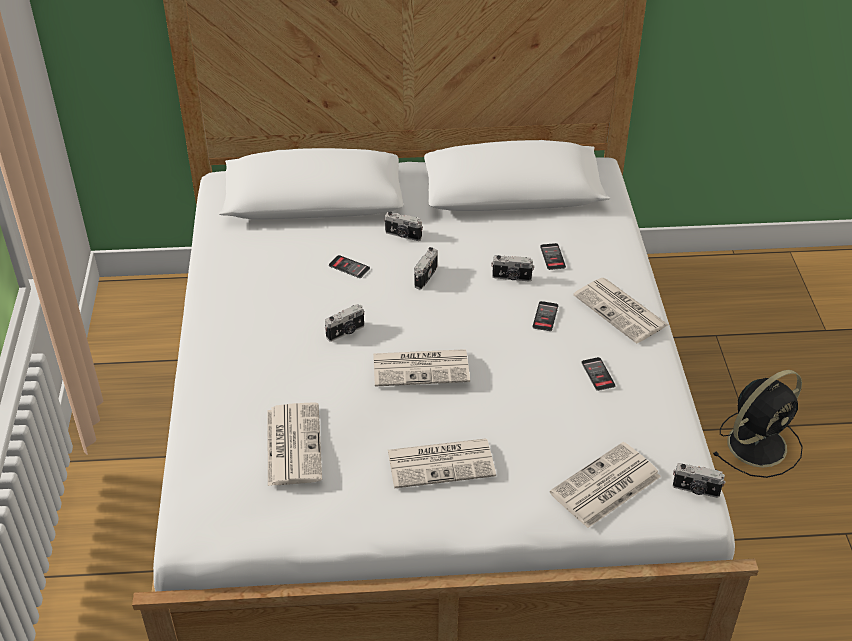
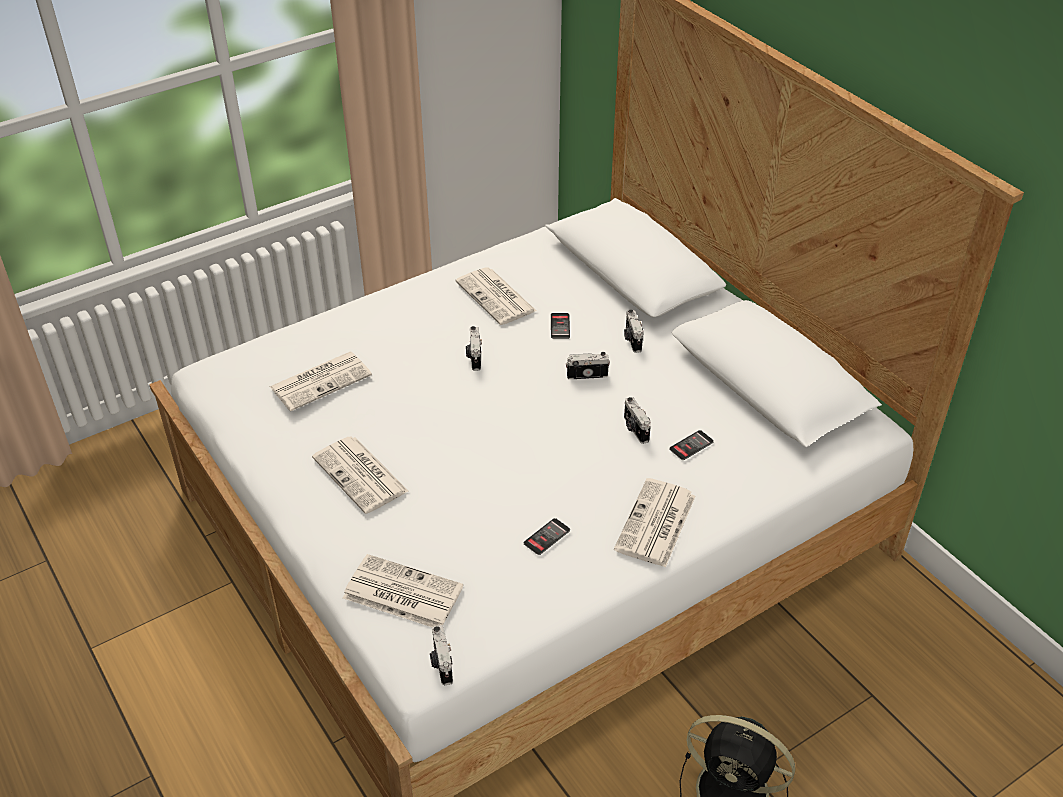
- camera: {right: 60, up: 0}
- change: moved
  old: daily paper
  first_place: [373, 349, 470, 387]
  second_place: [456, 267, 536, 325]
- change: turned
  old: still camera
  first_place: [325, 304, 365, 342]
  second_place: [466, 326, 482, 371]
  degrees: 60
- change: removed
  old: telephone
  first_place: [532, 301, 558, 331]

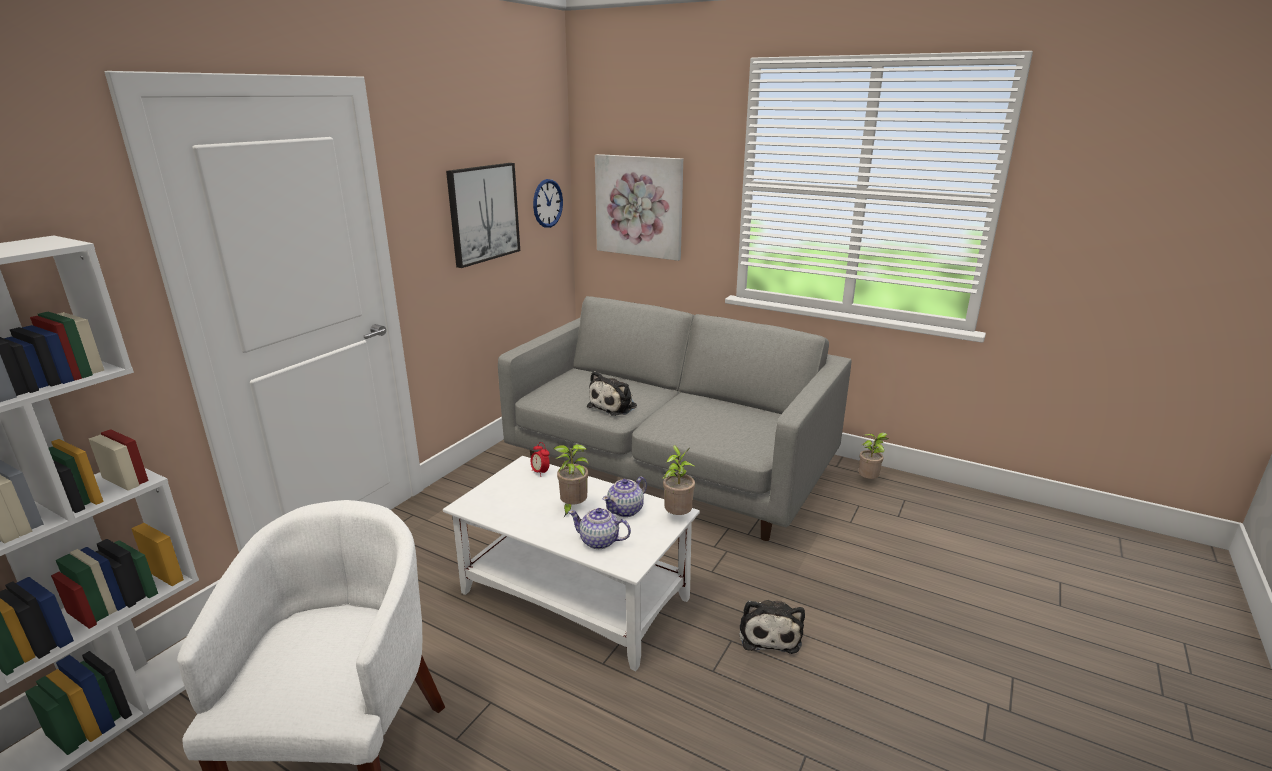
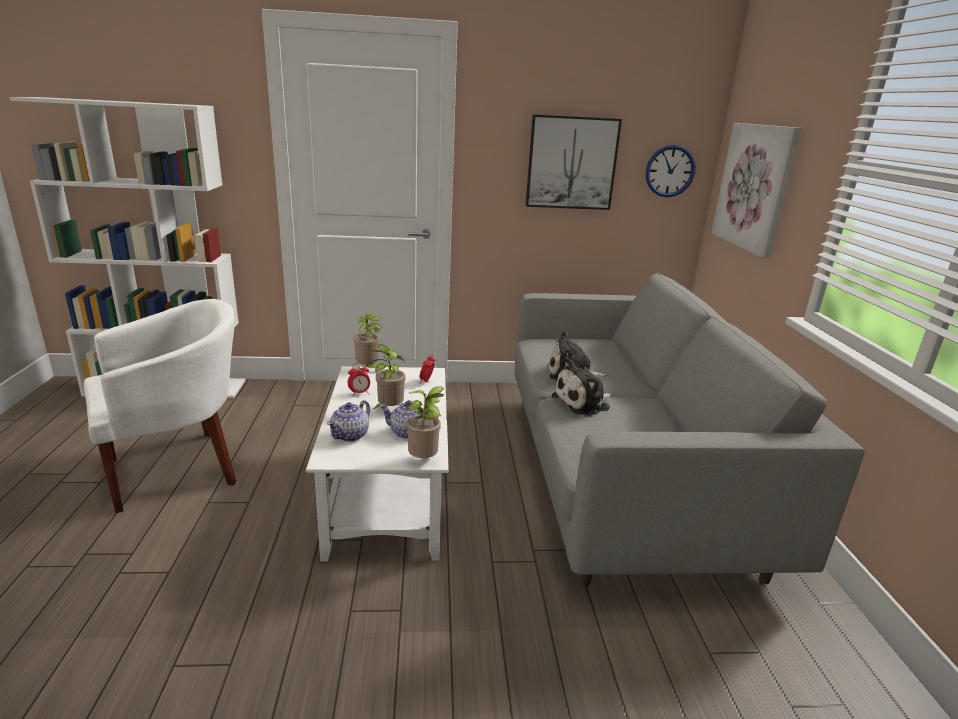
- camera: {right: 55, up: 0}
- change: turned
  old: pot for tea
  first_place: [568, 508, 631, 549]
  second_place: [327, 400, 370, 442]
  degrees: -135
- change: added
  new: bedside clock
  second_place: [348, 363, 370, 396]
- change: moved
  old: potted plant
  first_place: [859, 433, 889, 479]
  second_place: [353, 312, 381, 368]
- change: moved
  old: plush toy
  first_place: [739, 600, 805, 654]
  second_place: [551, 357, 612, 416]

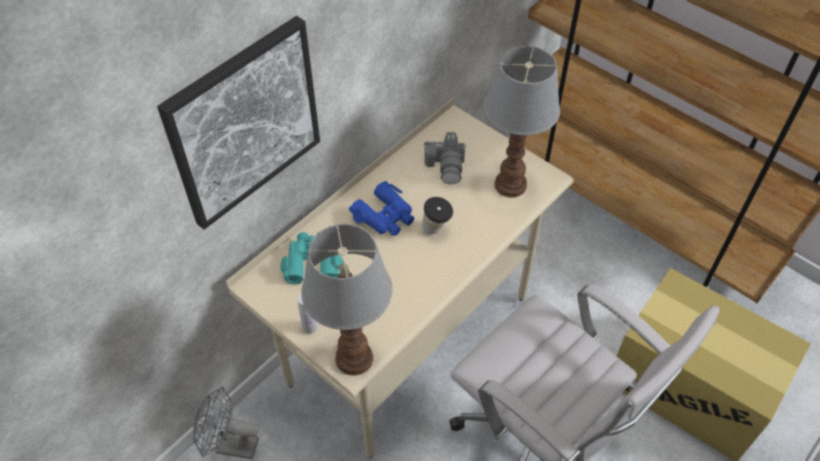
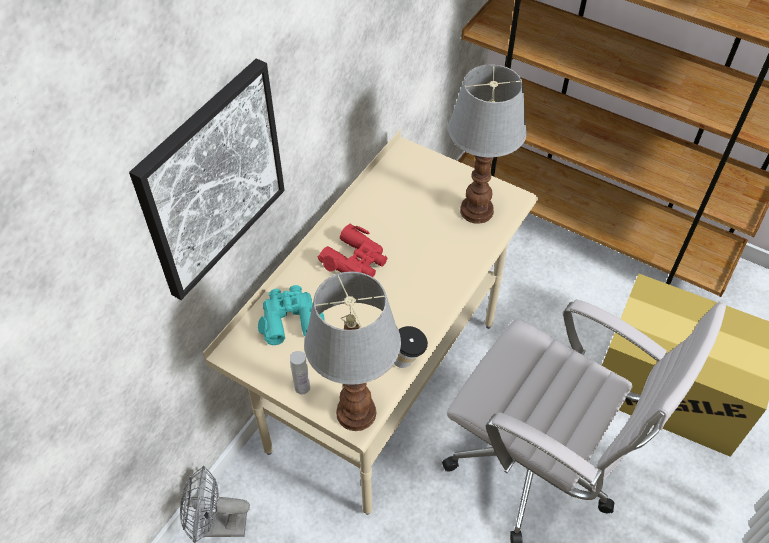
- camera: {right: -10, up: 0}
- change: recoloured
  old: bluish field glasses
  new: red-coloured field glasses
  first_place: [349, 181, 414, 236]
  second_place: [318, 224, 387, 277]
- change: moved
  old: cup
  first_place: [422, 197, 453, 234]
  second_place: [394, 326, 428, 368]
- change: removed
  old: still camera
  first_place: [424, 132, 466, 184]

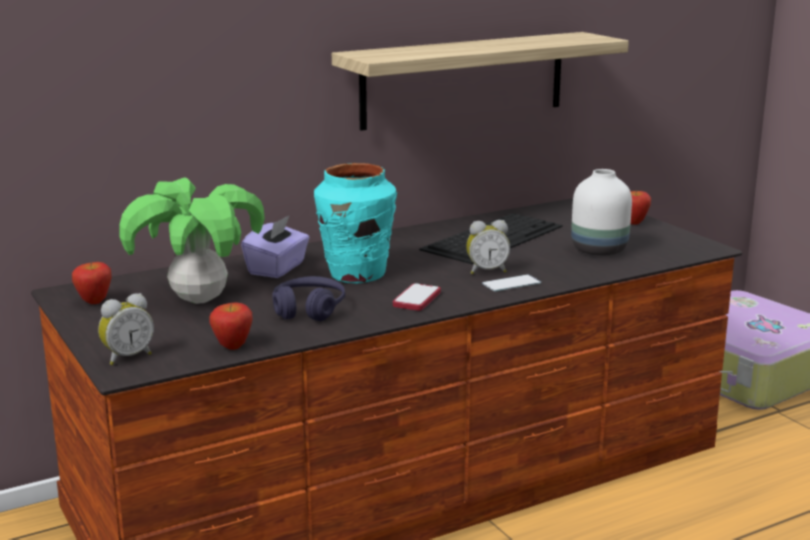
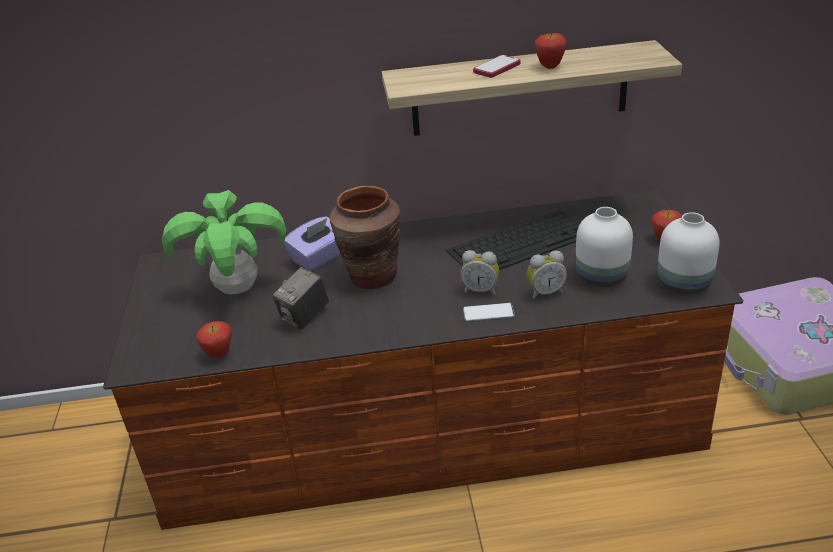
- camera: {right: 25, up: 15}
- change: replaced
  old: purplish pair of headphones
  new: still camera
  first_place: [272, 276, 345, 321]
  second_place: [272, 267, 329, 330]
- change: recoloured
  old: turquoise decorative vase
  new: brown decorative vase
  first_place: [314, 163, 397, 283]
  second_place: [330, 186, 401, 289]
- change: moved
  old: telephone
  first_place: [393, 283, 441, 311]
  second_place: [473, 55, 520, 78]
- change: moved
  old: bedside clock
  first_place: [98, 293, 154, 365]
  second_place: [526, 251, 567, 300]
- change: moved
  old: apple fruit
  first_place: [72, 262, 112, 304]
  second_place: [535, 33, 567, 69]
- change: added
  new: white-coloured decorative vase
  second_place: [657, 212, 720, 295]

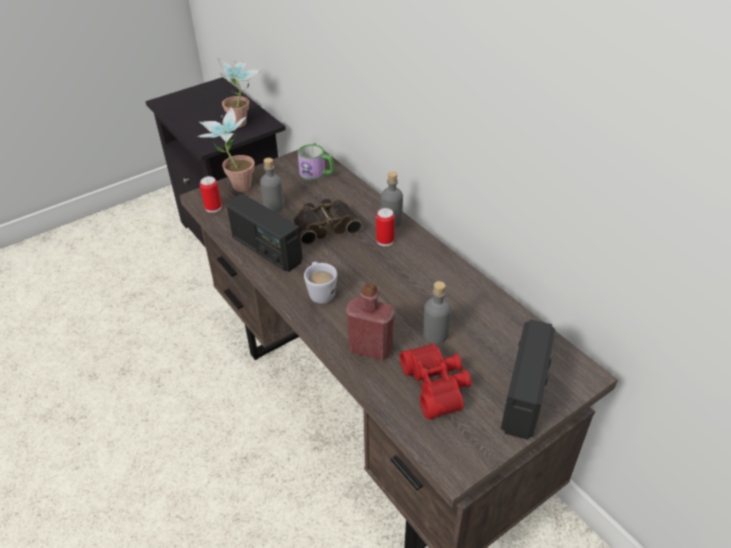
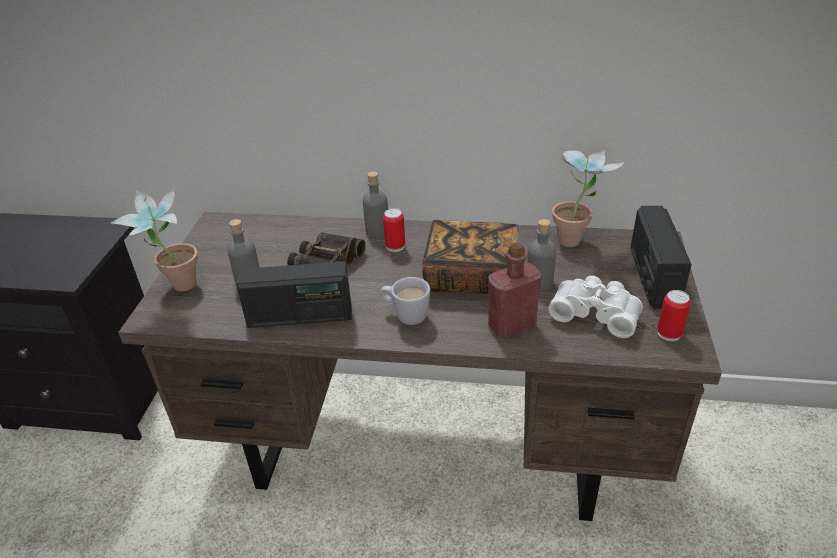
- camera: {right: -45, up: -5}
- change: added
  new: bound book
  second_place: [422, 220, 519, 294]
- change: recoloured
  old: red-coloured field glasses
  new: white-coloured field glasses
  first_place: [400, 343, 471, 420]
  second_place: [548, 276, 643, 338]
- change: moved
  old: potted plant
  first_place: [217, 57, 261, 128]
  second_place: [552, 149, 624, 247]
- change: turned
  old: radio set
  first_place: [501, 319, 555, 440]
  second_place: [630, 206, 692, 309]
  degrees: -150
- change: moved
  old: sealed can
  first_place: [200, 176, 222, 213]
  second_place: [657, 290, 691, 341]
- change: removed
  old: coffee mug
  first_place: [298, 144, 334, 180]

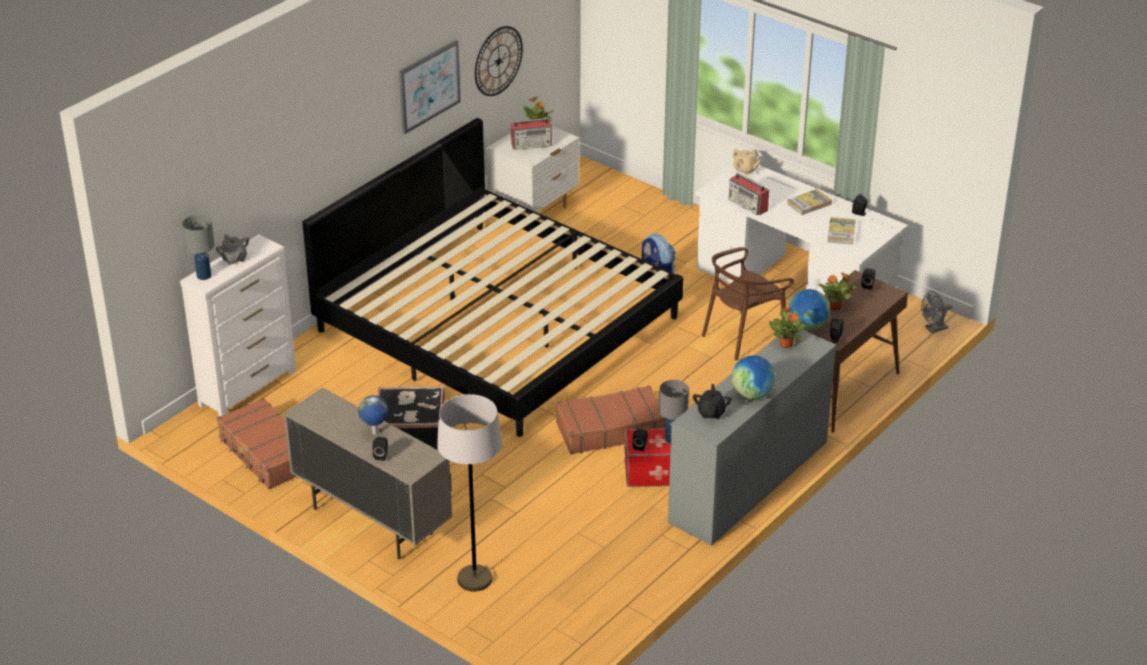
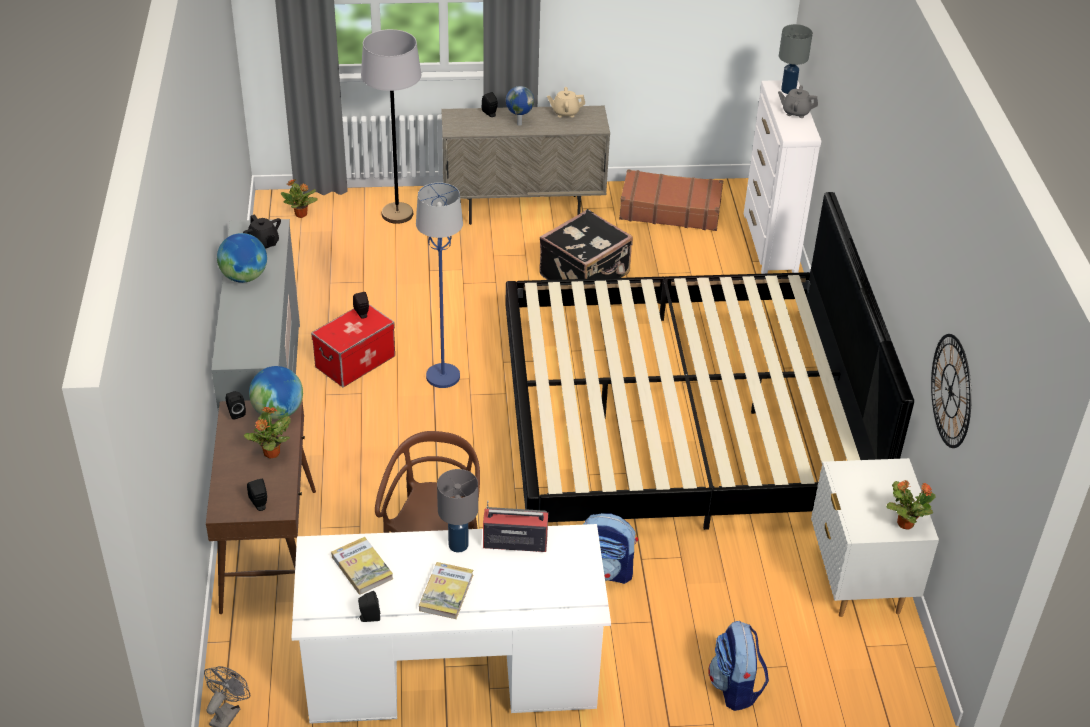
- camera: {right: 135, up: 5}
- change: moved
  old: potted plant
  first_place: [769, 307, 804, 348]
  second_place: [281, 179, 318, 218]
- change: replaced
  old: brown travel case
  new: bluish standing lamp
  first_place: [556, 385, 666, 454]
  second_place: [416, 182, 463, 388]
- change: moved
  old: gray table lamp
  first_place: [659, 380, 689, 444]
  second_place: [437, 469, 478, 552]
- change: moved
  old: beige-coloured pot for tea
  first_place: [732, 149, 761, 175]
  second_place: [547, 87, 585, 118]
- change: added
  new: rucksack
  second_place: [708, 621, 769, 711]
- change: removed
  old: wall picture
  first_place: [399, 40, 461, 134]
- change: removed
  old: radio set
  first_place: [511, 118, 552, 150]

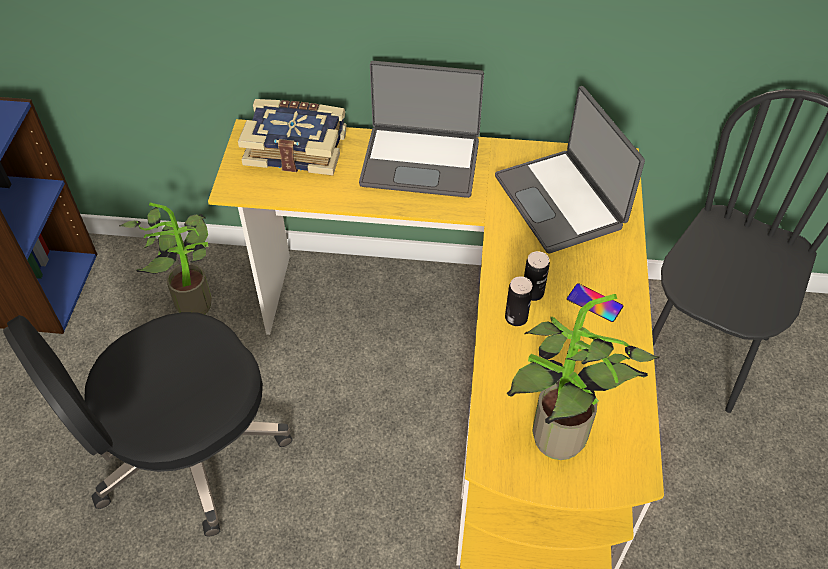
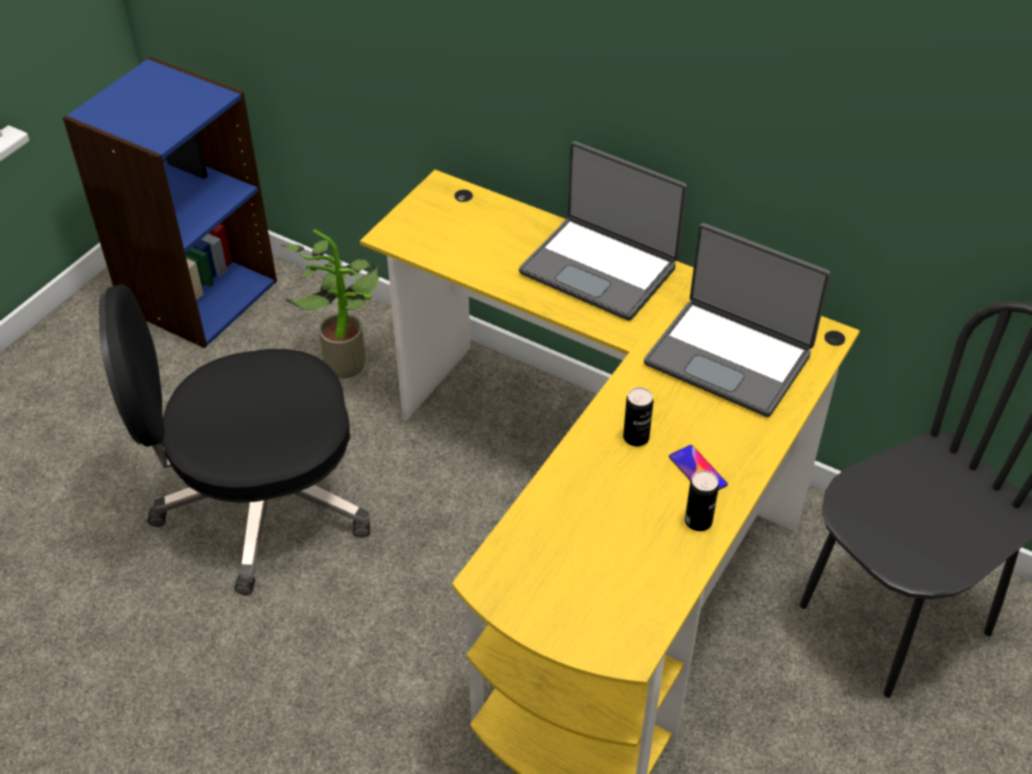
- camera: {right: 25, up: -5}
- change: turned
  old: notebook computer
  first_place: [495, 86, 645, 254]
  second_place: [644, 223, 831, 417]
  degrees: -60
- change: moved
  old: sealed can
  first_place: [505, 276, 533, 326]
  second_place: [685, 470, 719, 531]
- change: removed
  old: bound book
  first_place: [238, 99, 347, 176]
- change: removed
  old: potted plant
  first_place: [507, 294, 660, 460]

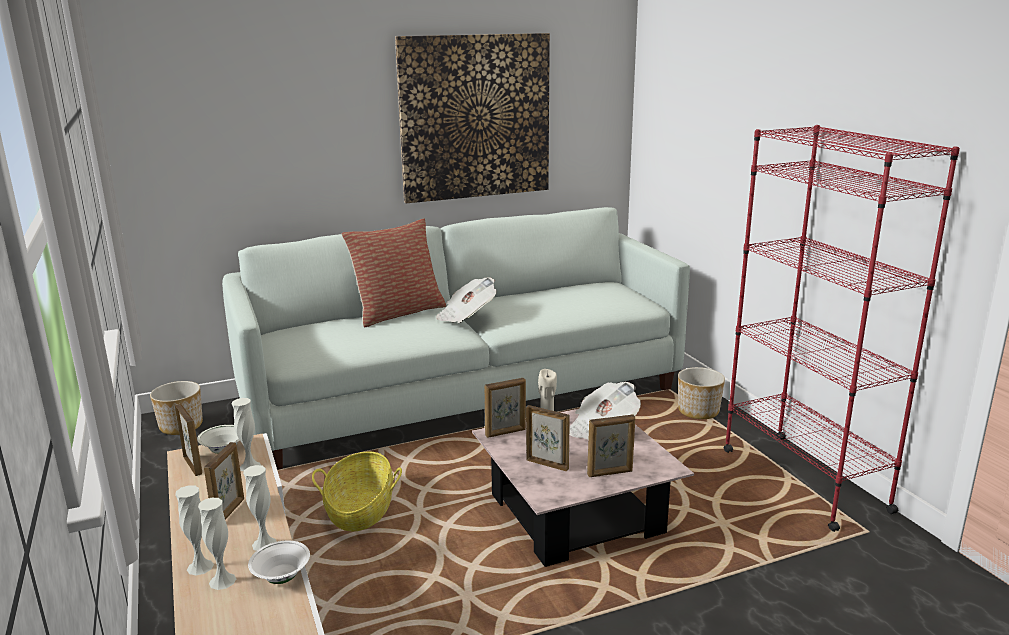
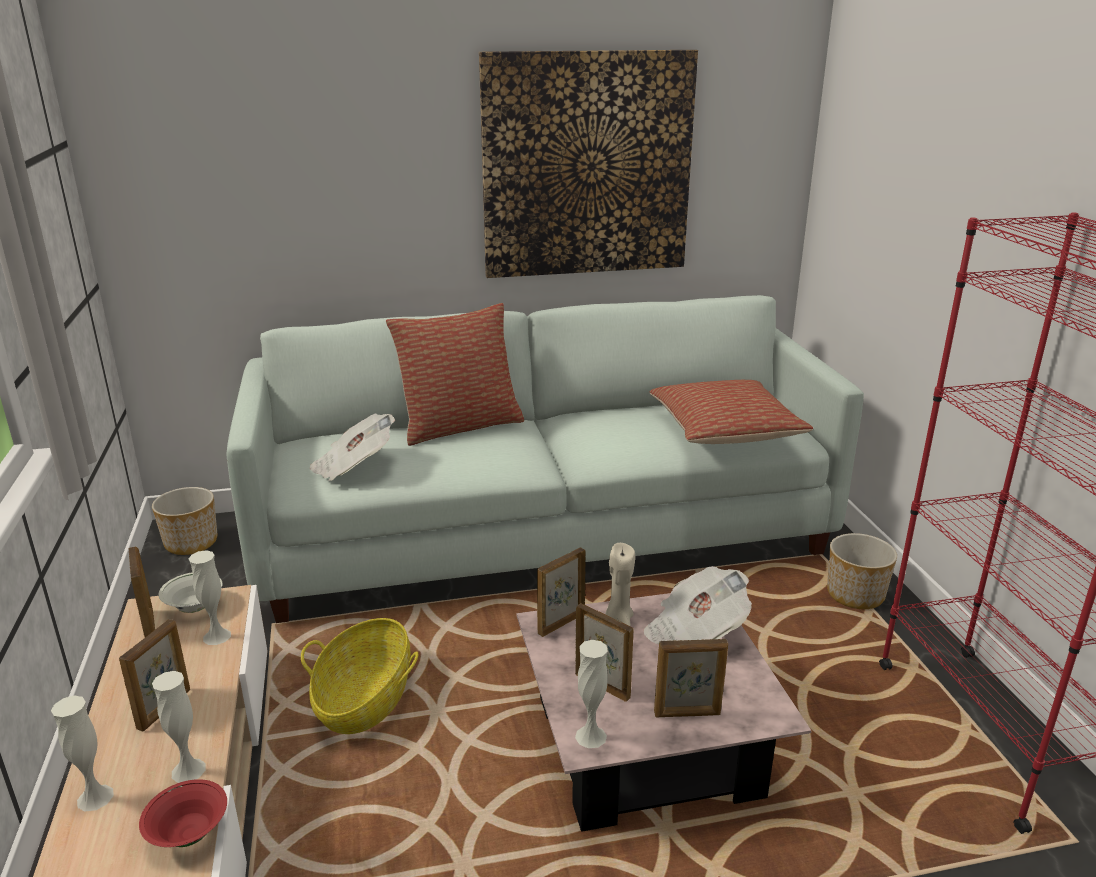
- camera: {right: 10, up: 5}
- change: recoloured
  old: white-coloured deep dish
  new: red-coloured deep dish
  first_place: [248, 540, 310, 584]
  second_place: [139, 779, 227, 847]
- change: moved
  old: daily paper
  first_place: [436, 277, 497, 323]
  second_place: [310, 414, 395, 481]
- change: turned
  old: standing frame
  first_place: [484, 378, 526, 438]
  second_place: [537, 547, 586, 637]
  degrees: 150
- change: moved
  old: white-coloured decorative vase
  first_place: [198, 498, 236, 590]
  second_place: [575, 640, 608, 748]
- change: added
  new: pillow
  second_place: [649, 380, 813, 444]

